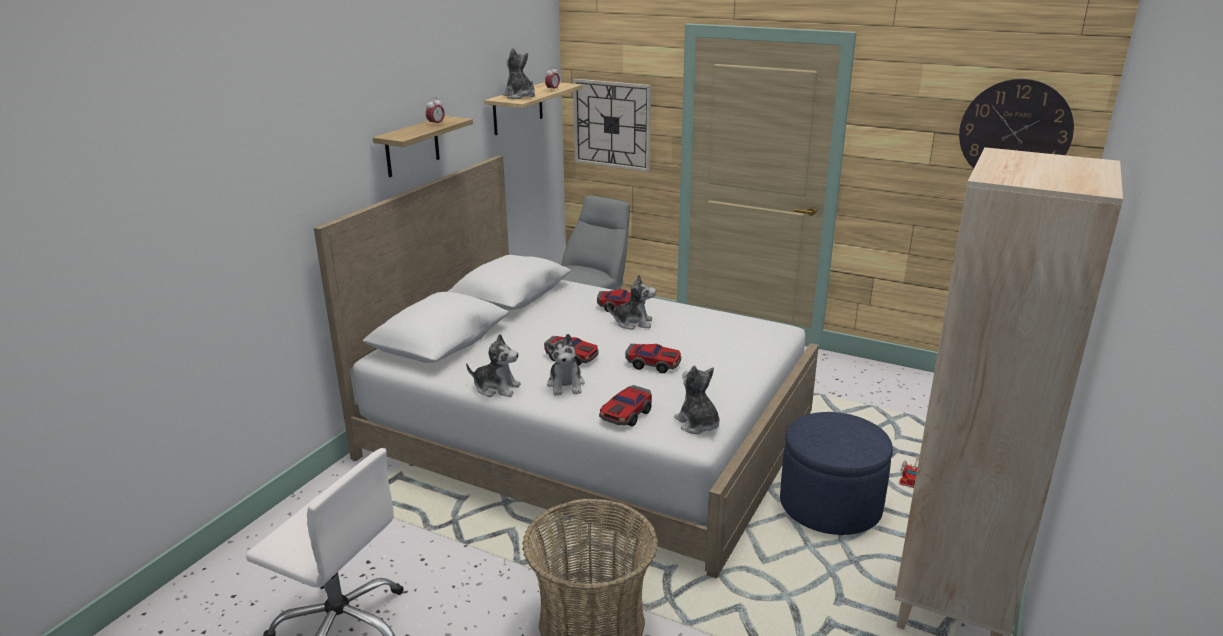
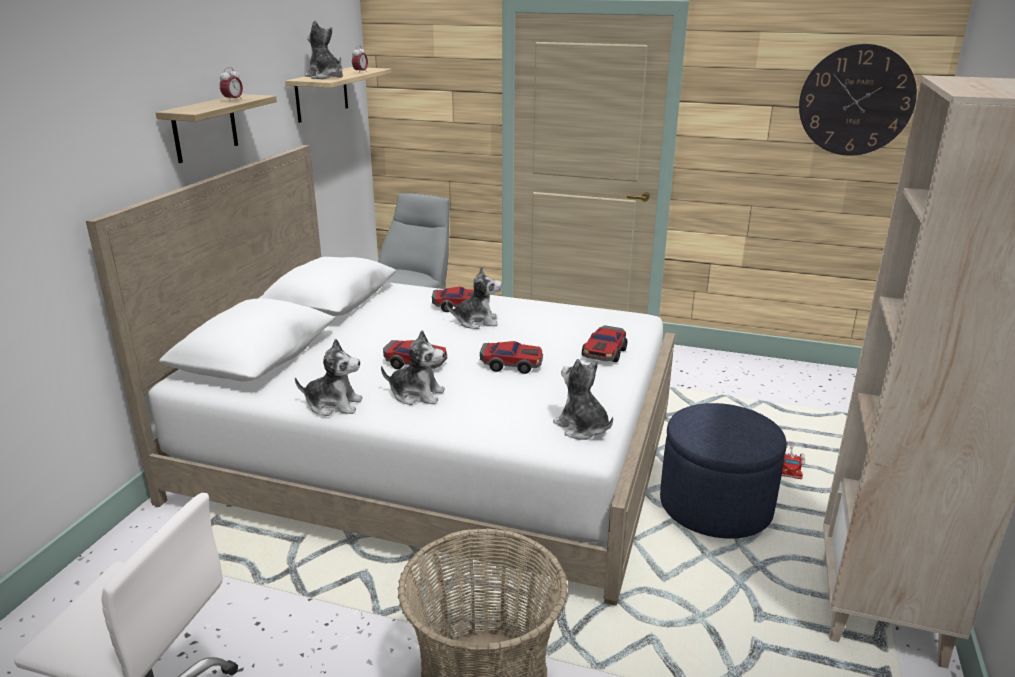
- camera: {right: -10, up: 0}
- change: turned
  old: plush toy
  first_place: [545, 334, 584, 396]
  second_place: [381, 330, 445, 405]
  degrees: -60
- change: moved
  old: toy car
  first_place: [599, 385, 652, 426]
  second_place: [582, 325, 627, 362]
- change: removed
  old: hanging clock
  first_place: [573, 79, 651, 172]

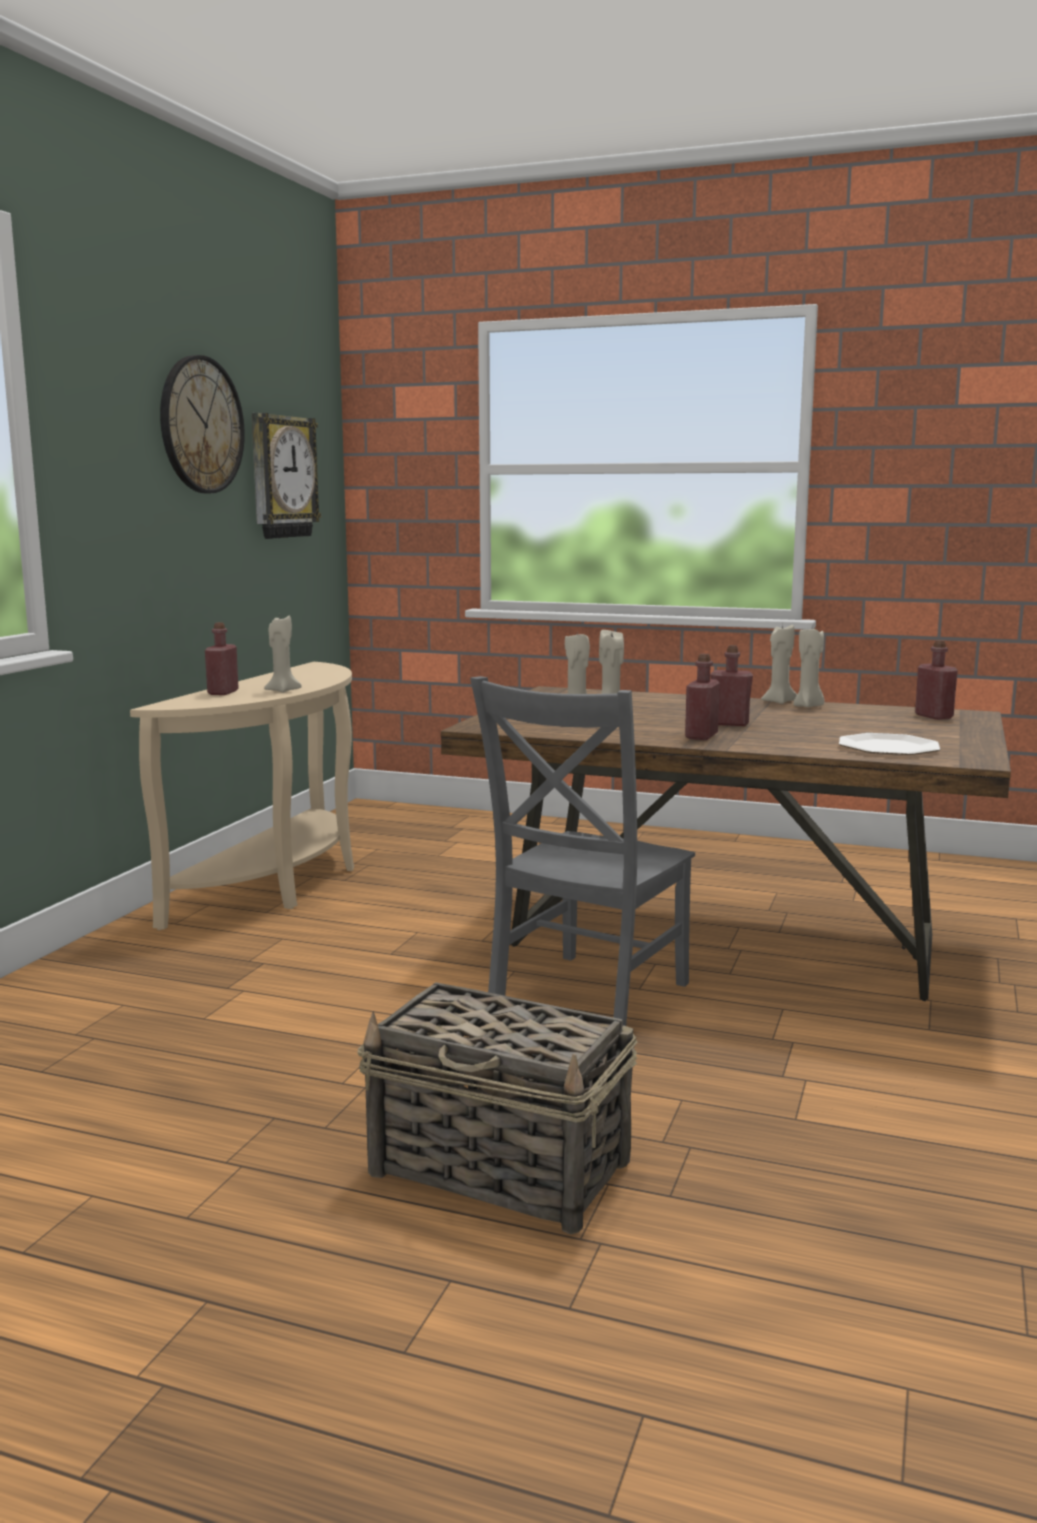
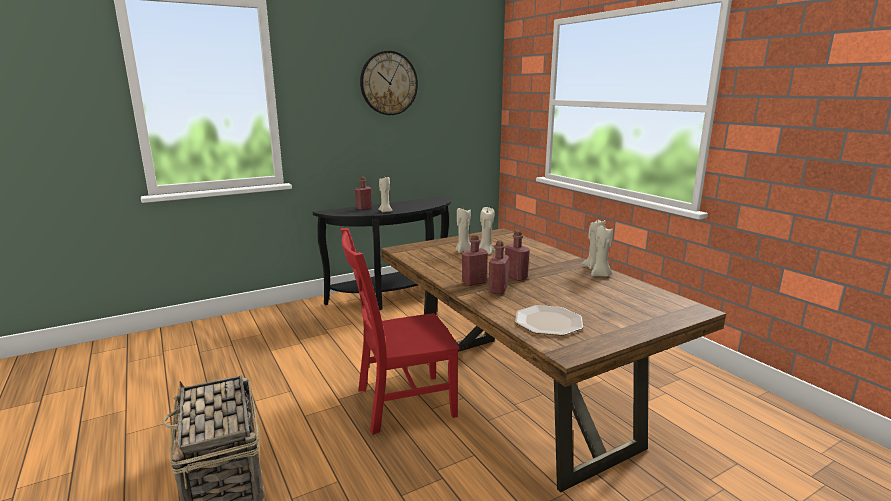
- camera: {right: 40, up: 5}
- change: recoloured
  old: beige-coloured narrow table
  new: blackish narrow table
  first_place: [130, 662, 354, 930]
  second_place: [313, 196, 452, 310]
- change: recoloured
  old: gray upright chair
  new: red-coloured upright chair
  first_place: [470, 676, 695, 1026]
  second_place: [340, 228, 459, 435]
- change: moved
  old: red-coloured drink bottle
  first_place: [915, 640, 958, 720]
  second_place: [488, 240, 509, 295]
- change: removed
  old: hanging clock
  first_place: [251, 413, 321, 539]

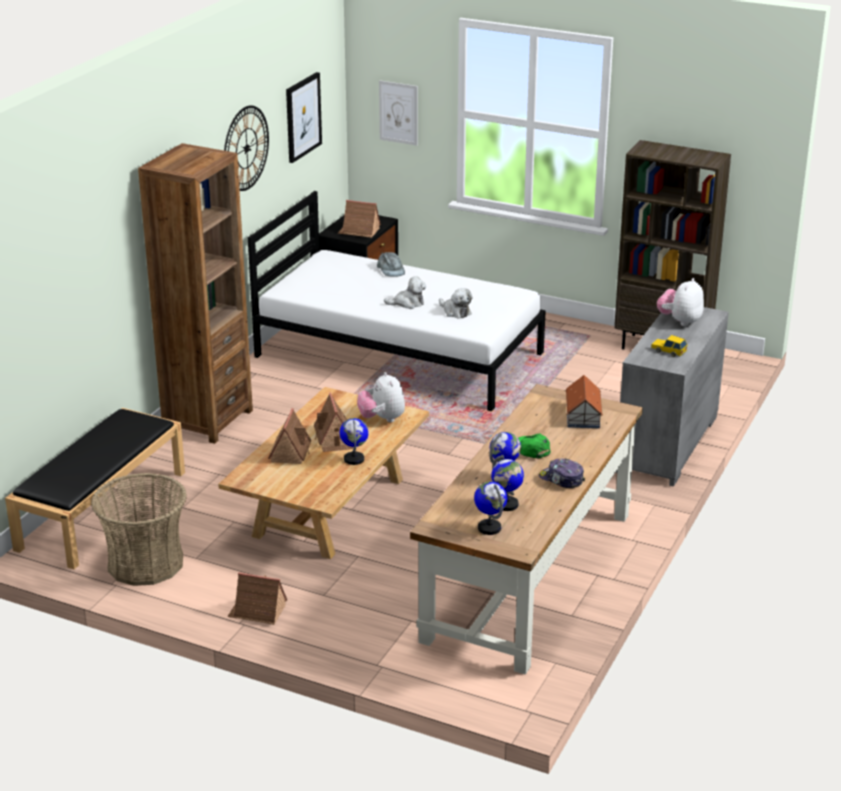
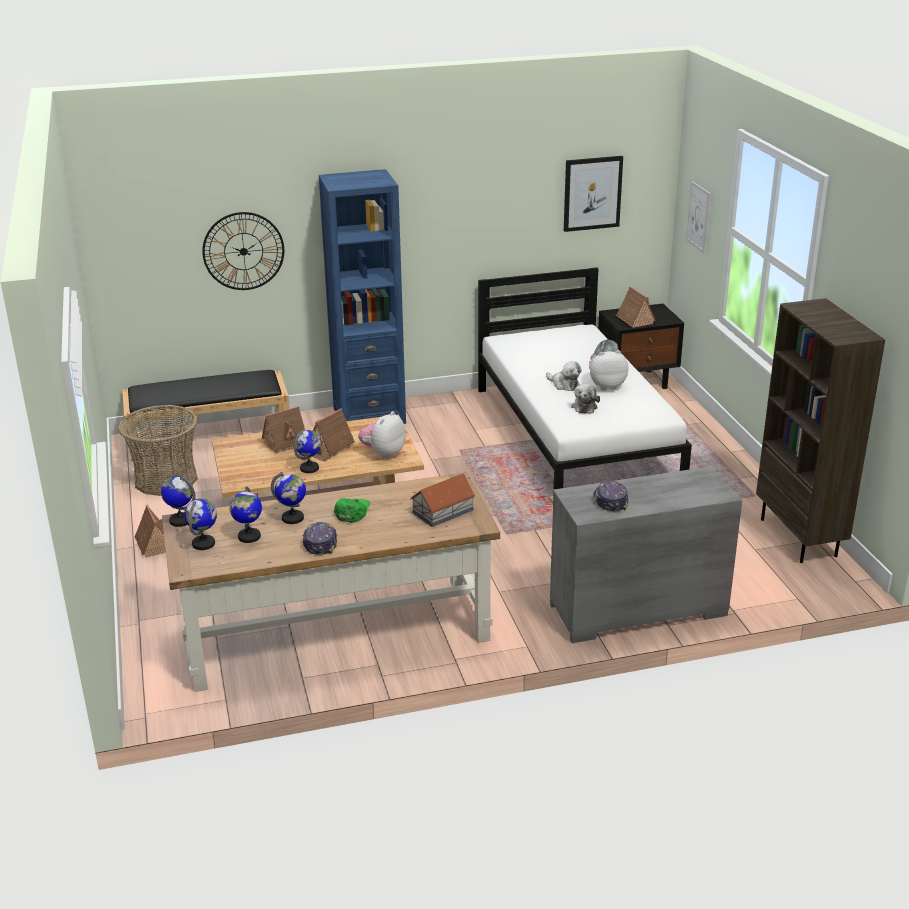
- camera: {right: 50, up: 0}
- change: added
  new: desk globe
  second_place: [161, 476, 196, 527]
- change: moved
  old: hanging clock
  first_place: [224, 105, 269, 191]
  second_place: [202, 212, 284, 290]
- change: recoloured
  old: brown shelving unit
  new: bluish shelving unit
  first_place: [138, 143, 253, 444]
  second_place: [319, 169, 406, 424]
- change: moved
  old: plush toy
  first_place: [657, 278, 704, 326]
  second_place: [589, 350, 629, 391]
- change: replaced
  old: toy car
  new: peaked cap
  first_place: [651, 335, 688, 357]
  second_place: [593, 480, 629, 511]

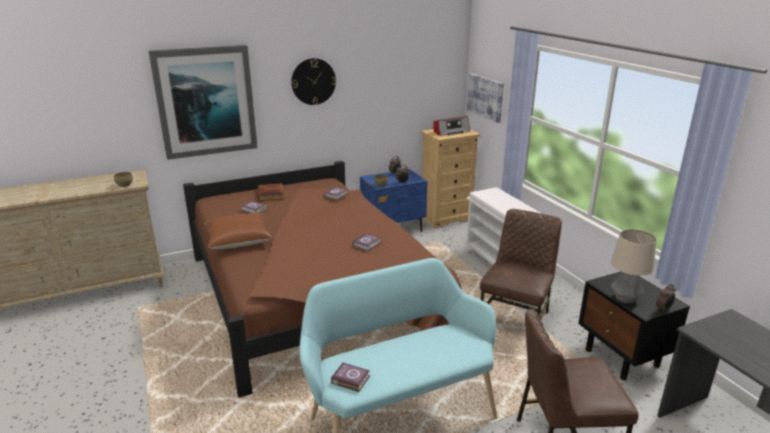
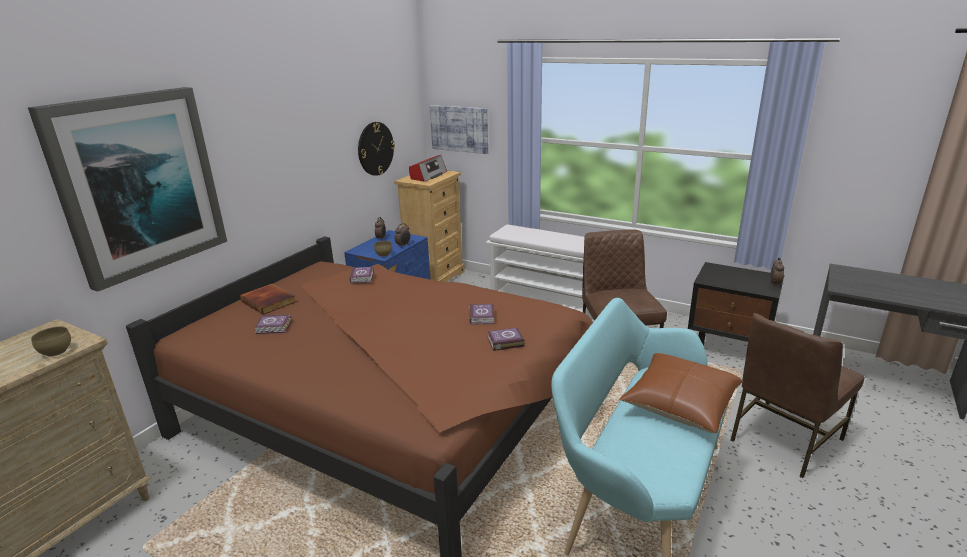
- camera: {right: -35, up: 0}
- change: moved
  old: hanging clock
  first_place: [291, 58, 336, 105]
  second_place: [358, 122, 395, 176]
- change: moved
  old: bound book
  first_place: [331, 363, 370, 392]
  second_place: [487, 327, 525, 351]
- change: moved
  old: brown pillow
  first_place: [204, 213, 272, 249]
  second_place: [619, 353, 743, 433]
- change: removed
  old: table lamp
  first_place: [611, 229, 657, 304]

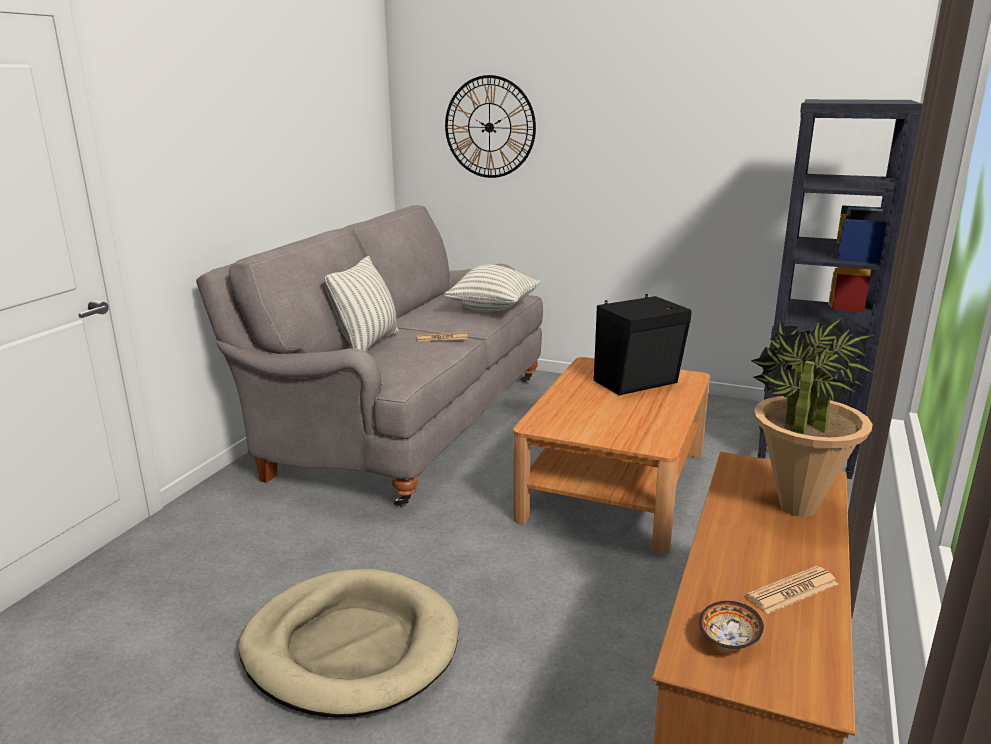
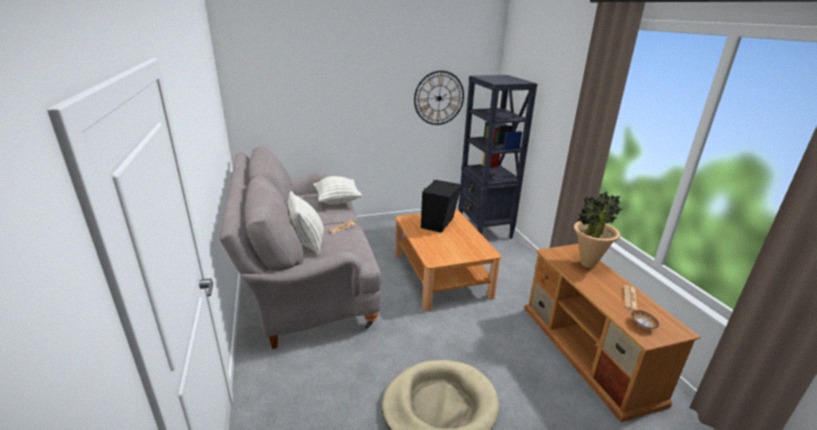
- camera: {right: -40, up: 5}
- change: moved
  old: hanging clock
  first_place: [445, 75, 536, 178]
  second_place: [414, 71, 464, 125]

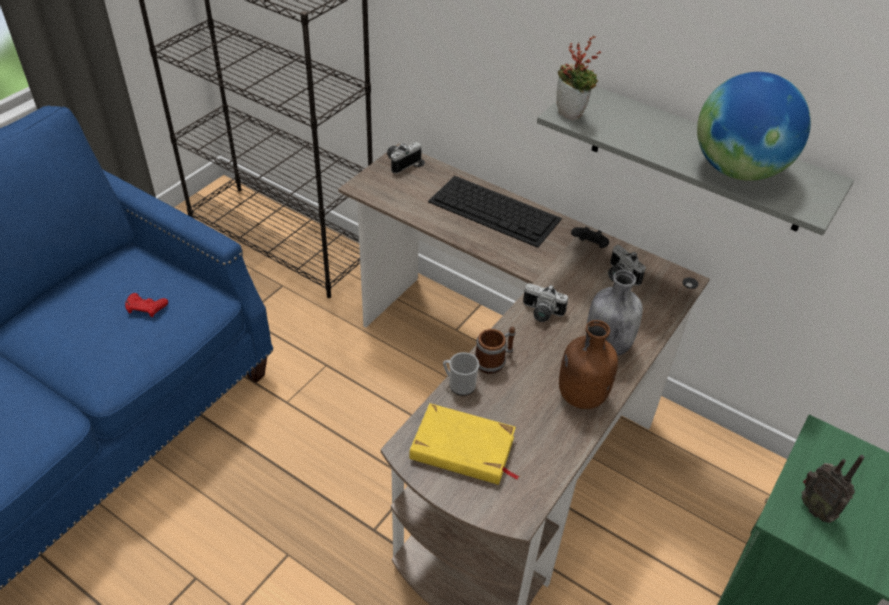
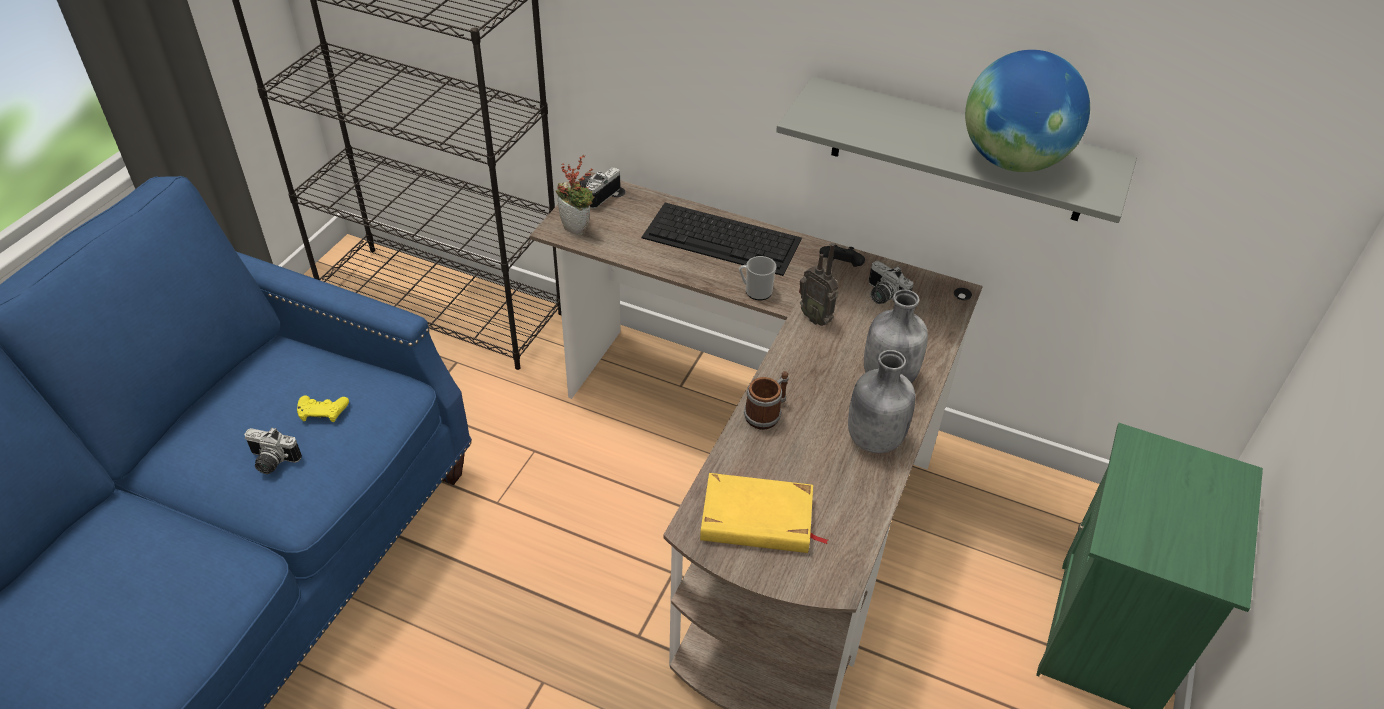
- camera: {right: -10, up: 0}
- change: moved
  old: still camera
  first_place: [523, 283, 568, 322]
  second_place: [244, 427, 302, 474]
- change: recoloured
  old: red-coloured joypad
  new: yellow-coloured joypad
  first_place: [125, 293, 168, 317]
  second_place: [297, 395, 349, 422]
- change: moved
  old: potted plant
  first_place: [557, 35, 601, 121]
  second_place: [556, 155, 594, 235]
- change: moved
  old: coffee mug
  first_place: [443, 352, 479, 396]
  second_place: [739, 256, 776, 300]
- change: moved
  old: radio set
  first_place: [802, 455, 865, 523]
  second_place: [799, 243, 839, 326]
- change: recoloured
  old: brown drink bottle
  new: gray drink bottle
  first_place: [559, 320, 618, 409]
  second_place: [848, 350, 915, 453]

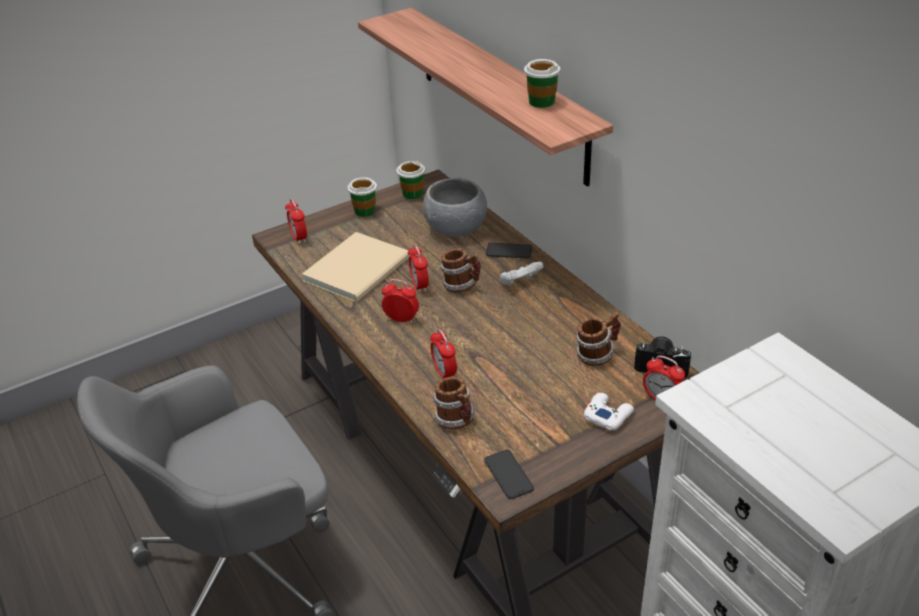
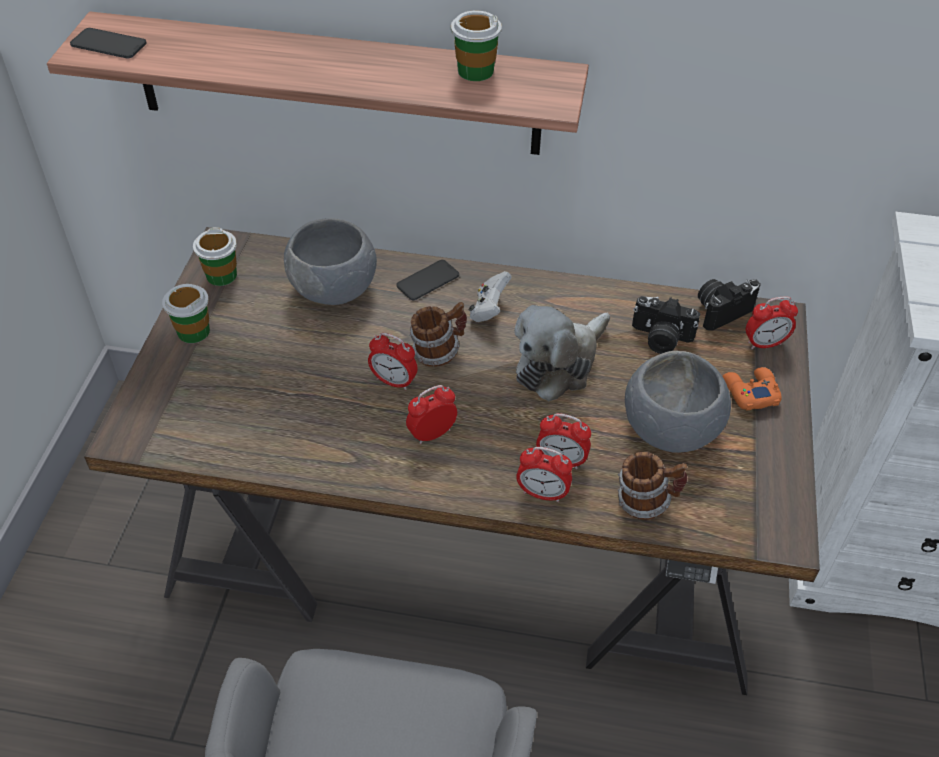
- camera: {right: -50, up: 10}
- change: moved
  old: telephone
  first_place: [485, 450, 534, 499]
  second_place: [70, 28, 147, 58]
- change: added
  new: plush toy
  second_place: [514, 305, 610, 401]
- change: moved
  old: bedside clock
  first_place: [285, 199, 307, 244]
  second_place: [516, 447, 572, 502]
- change: added
  new: gray deep dish
  second_place: [625, 351, 731, 453]
- change: replaced
  old: coffee mug
  new: still camera
  first_place: [576, 312, 621, 366]
  second_place: [632, 296, 700, 354]
- change: recoloured
  old: white-coloured joypad
  new: orange-coloured joypad
  first_place: [584, 393, 634, 431]
  second_place: [723, 367, 782, 411]
- change: removed
  old: beige-coloured bound book
  first_place: [302, 232, 410, 302]

